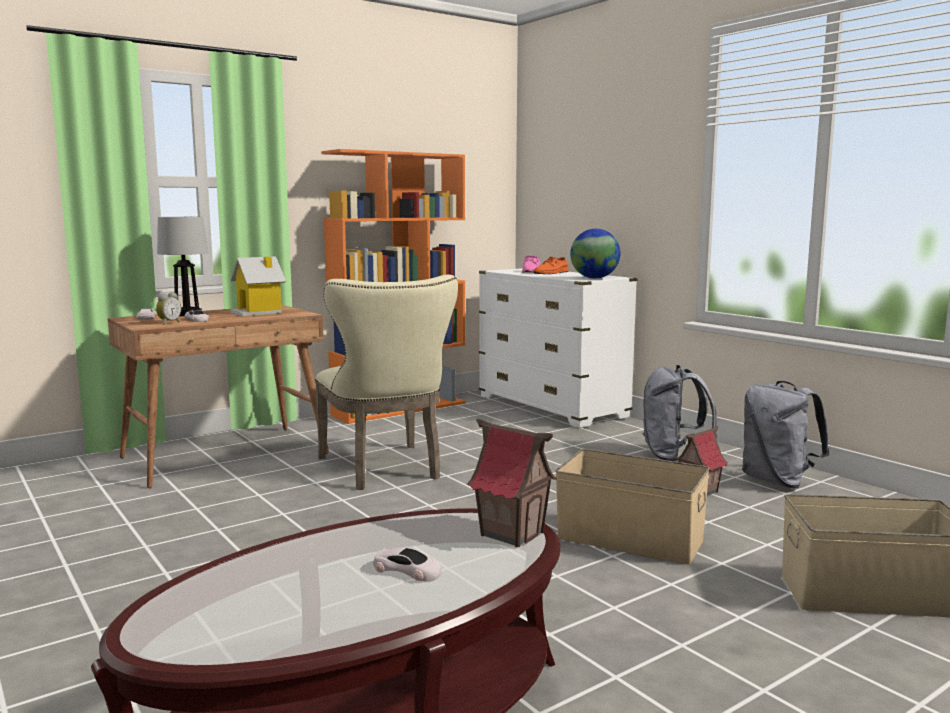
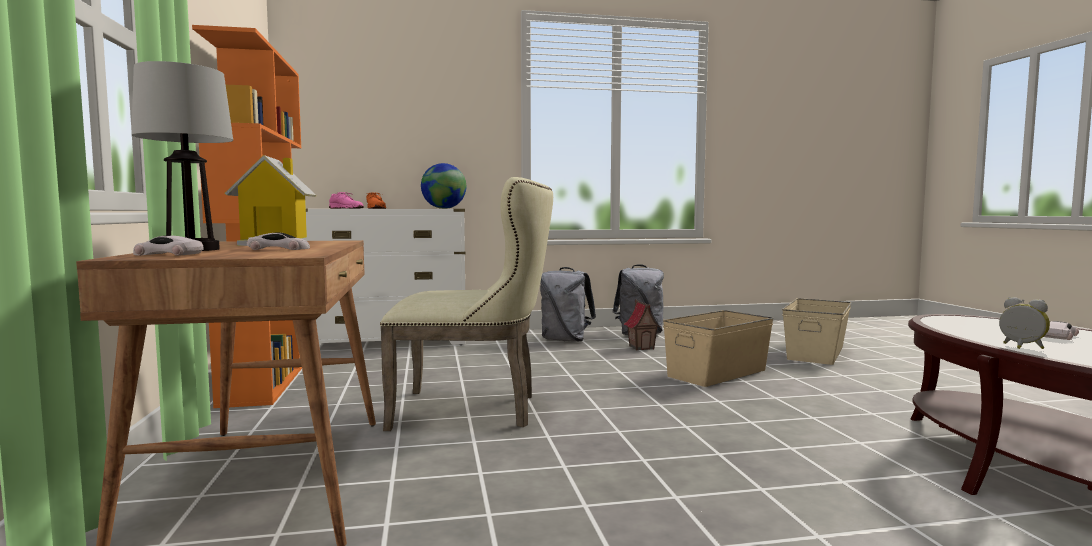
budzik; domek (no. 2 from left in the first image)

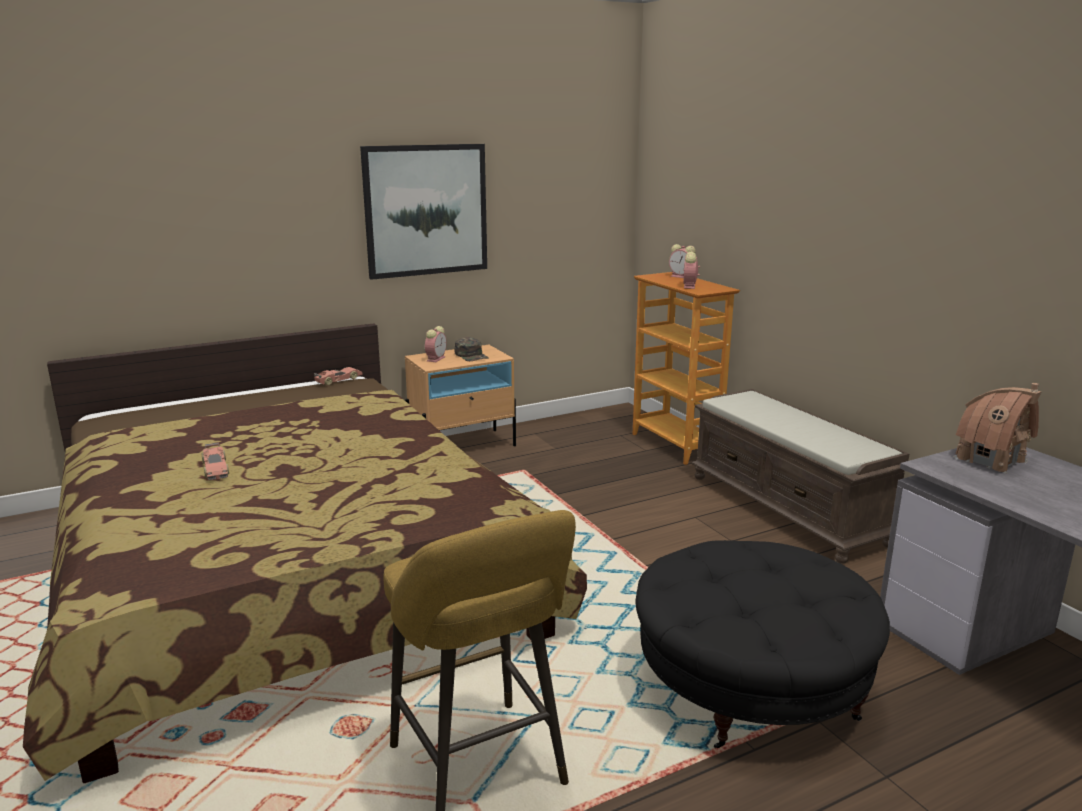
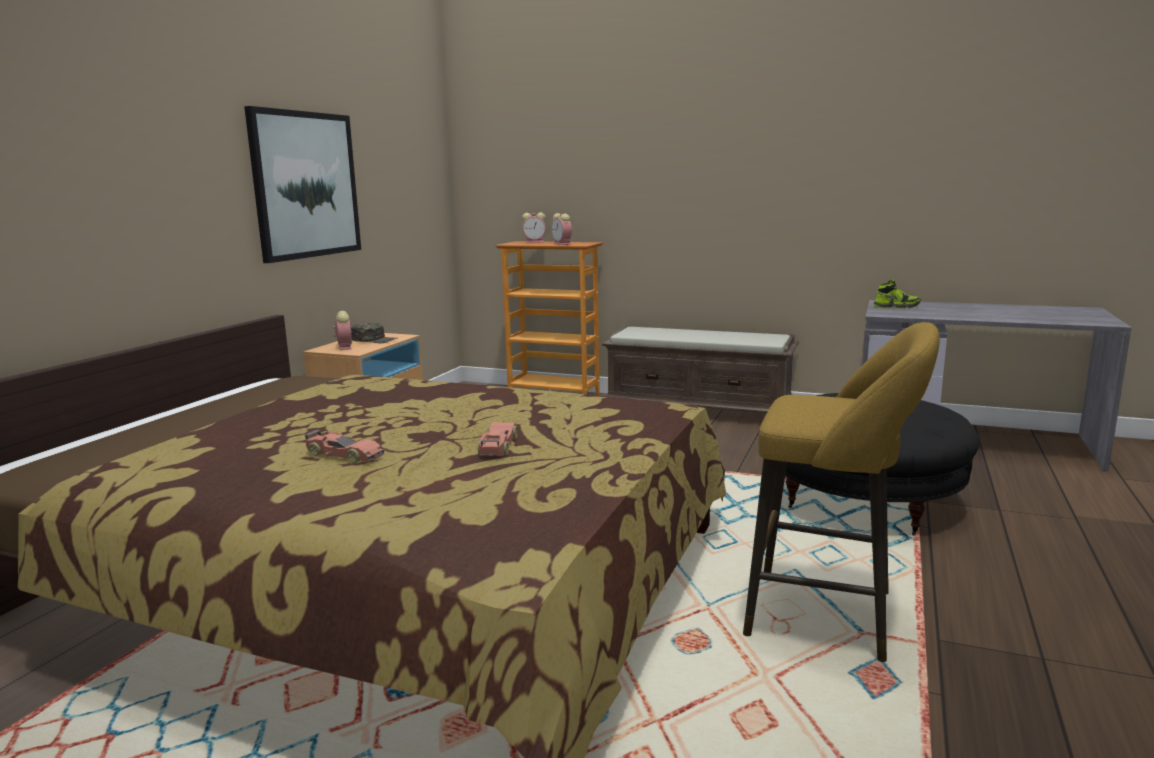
samochodzik (no. 2 from left); but

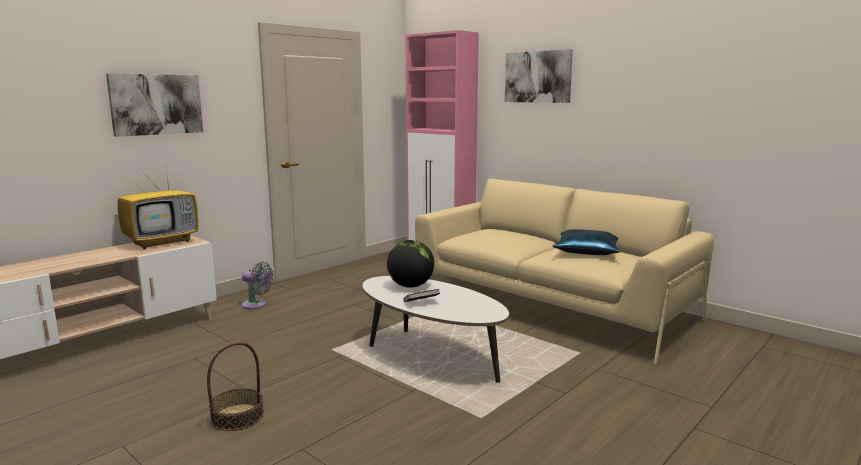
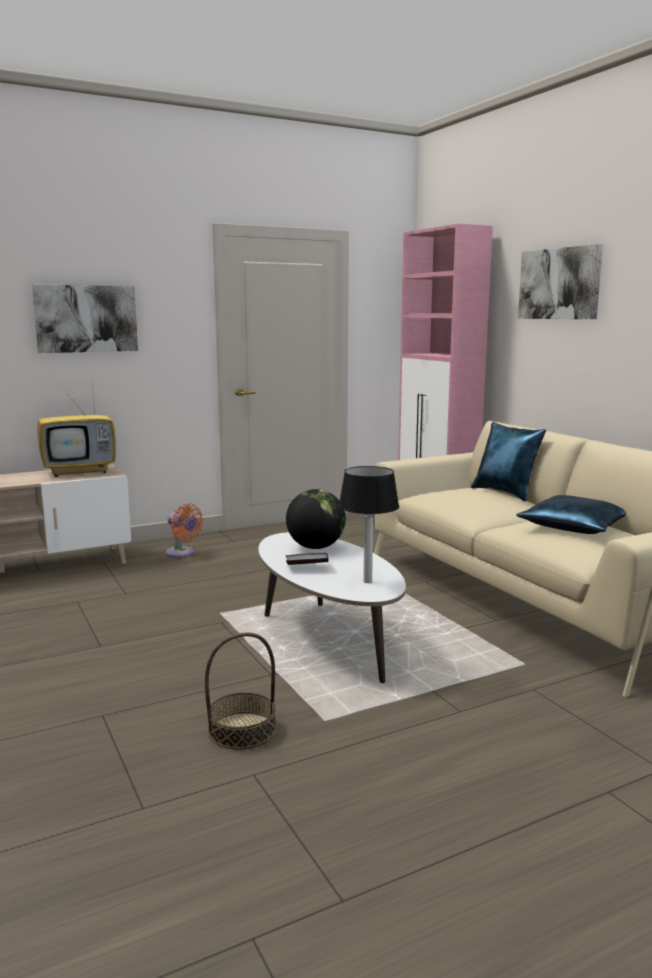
wentylator/pomarańczowy; koszyk; lampa stołowa; poduszka/niebieski (no. 1 from left)

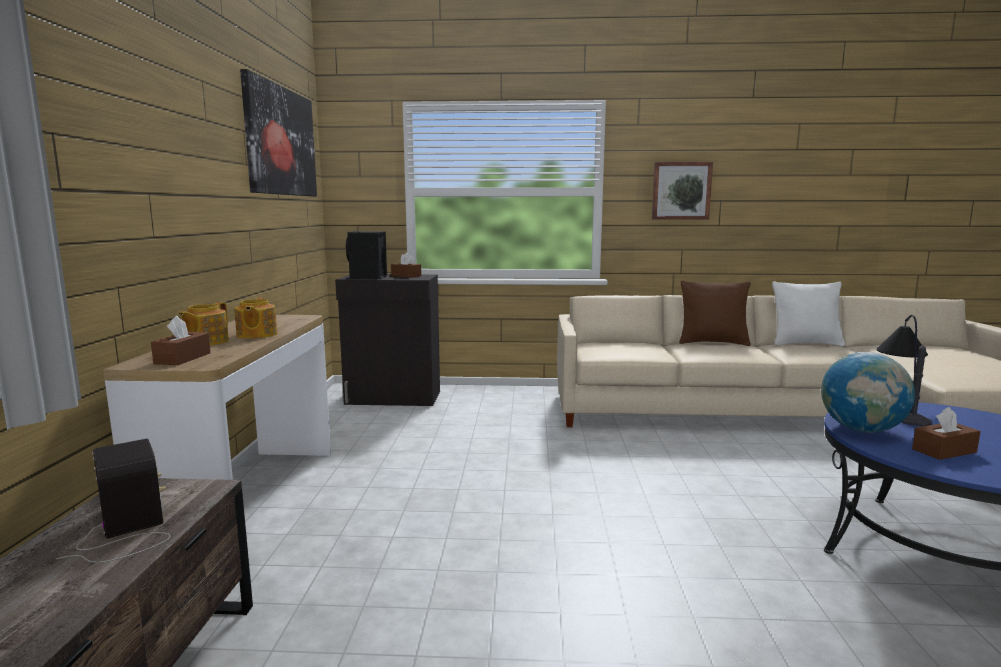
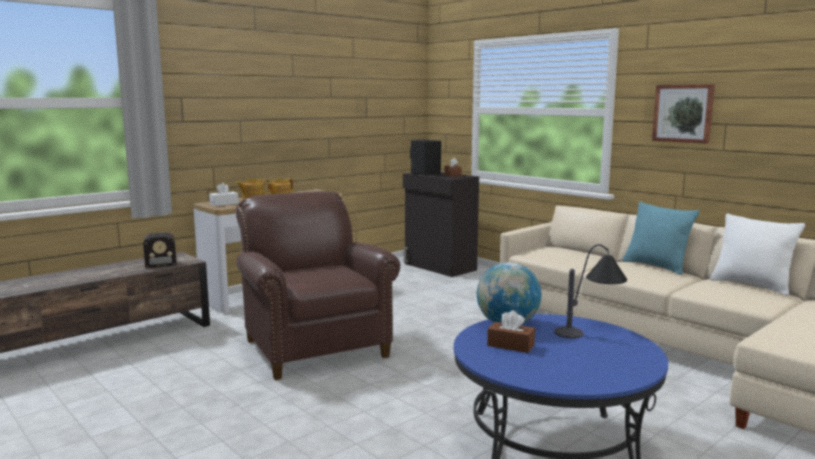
radio; pudełko chusteczek/biały; fotel/brązowy; poduszka/turkusowy; obraz (no. 1 from left in the first image)

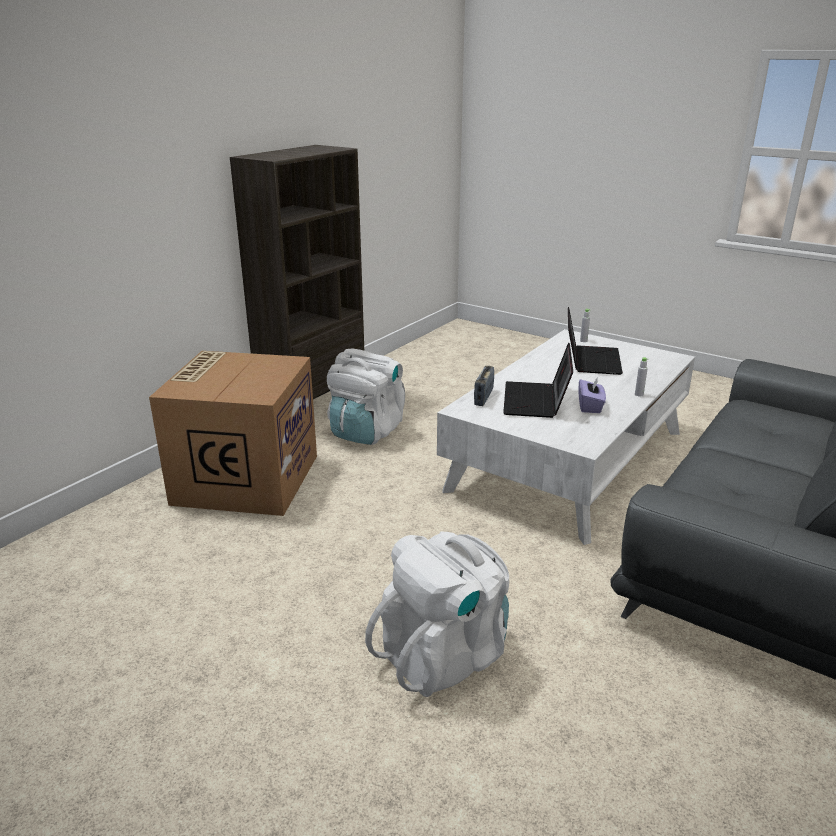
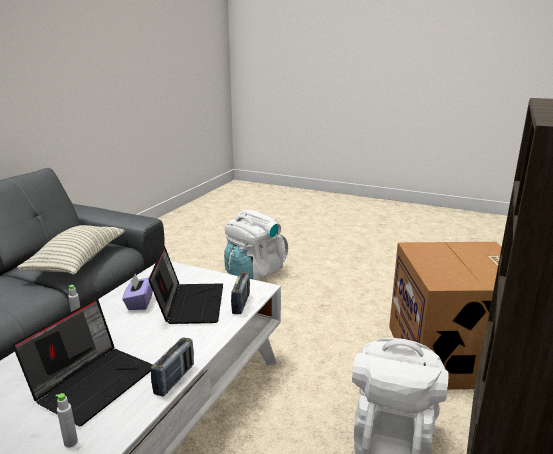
laptop (no. 1 from left); poduszka; radio (no. 1 from left)

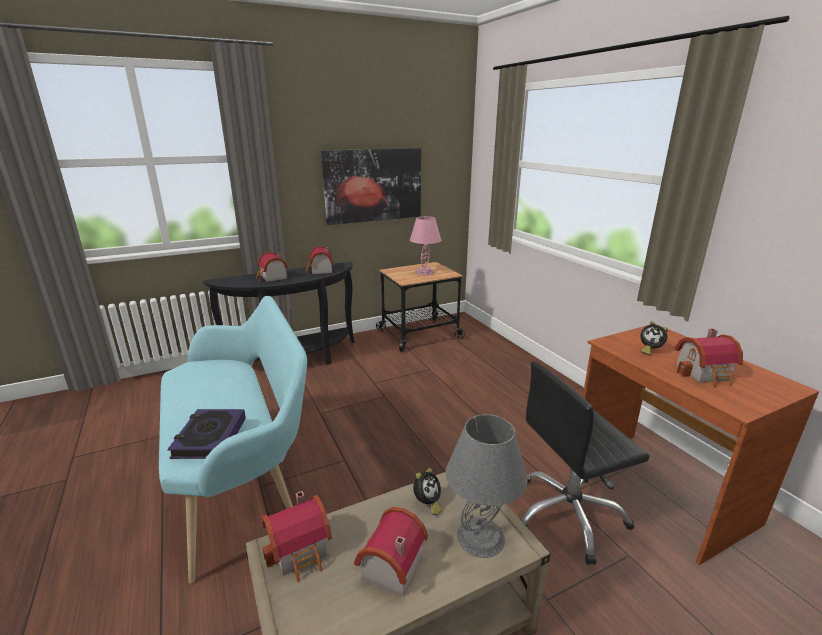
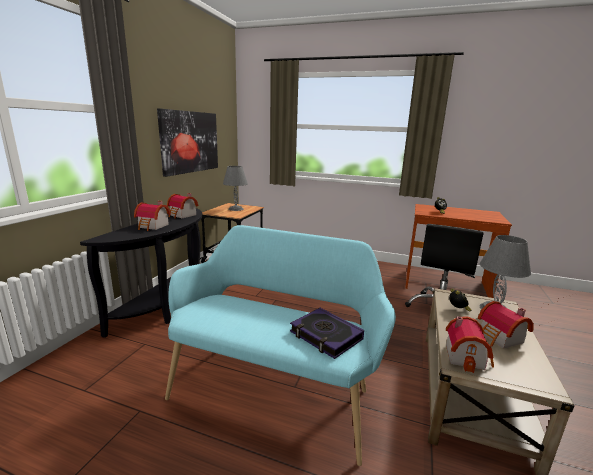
lampa stołowa/szary (no. 1 from left); domek (no. 5 from left in the first image)

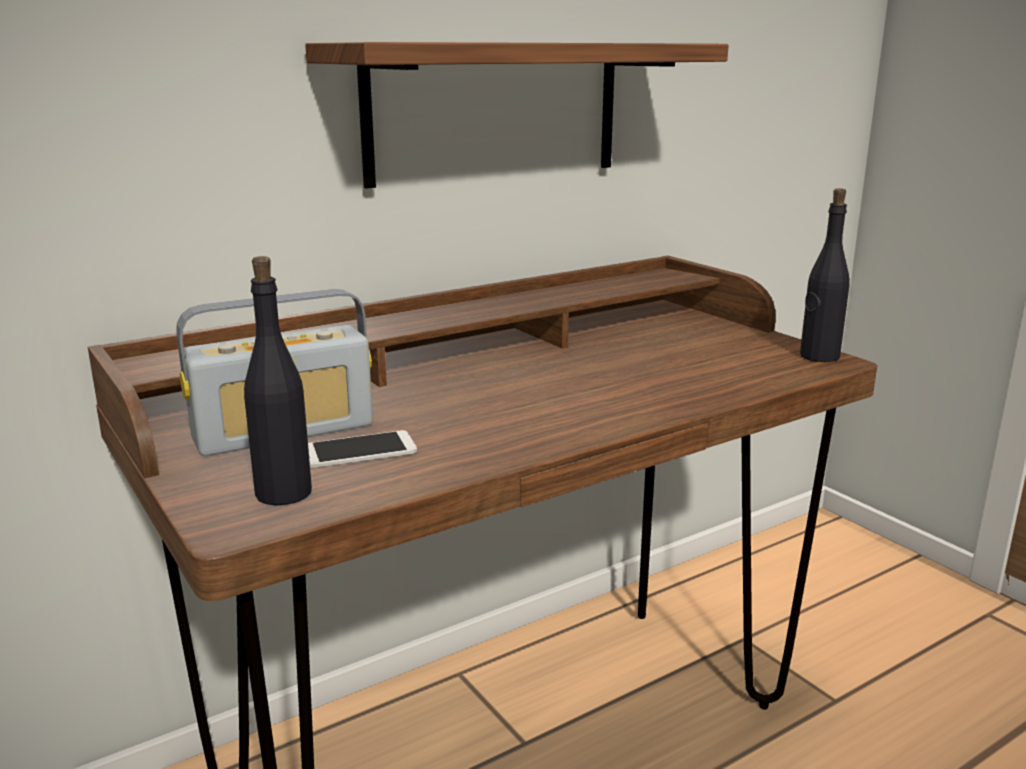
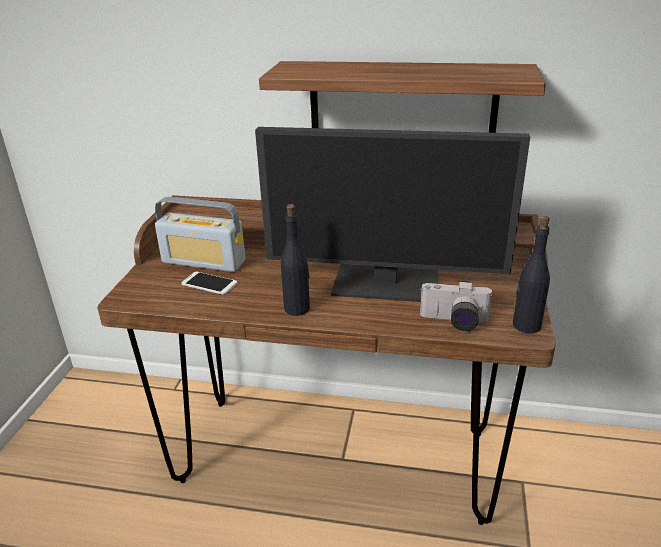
monitor; butelka/czarny (no. 1 from left); aparat fotograficzny

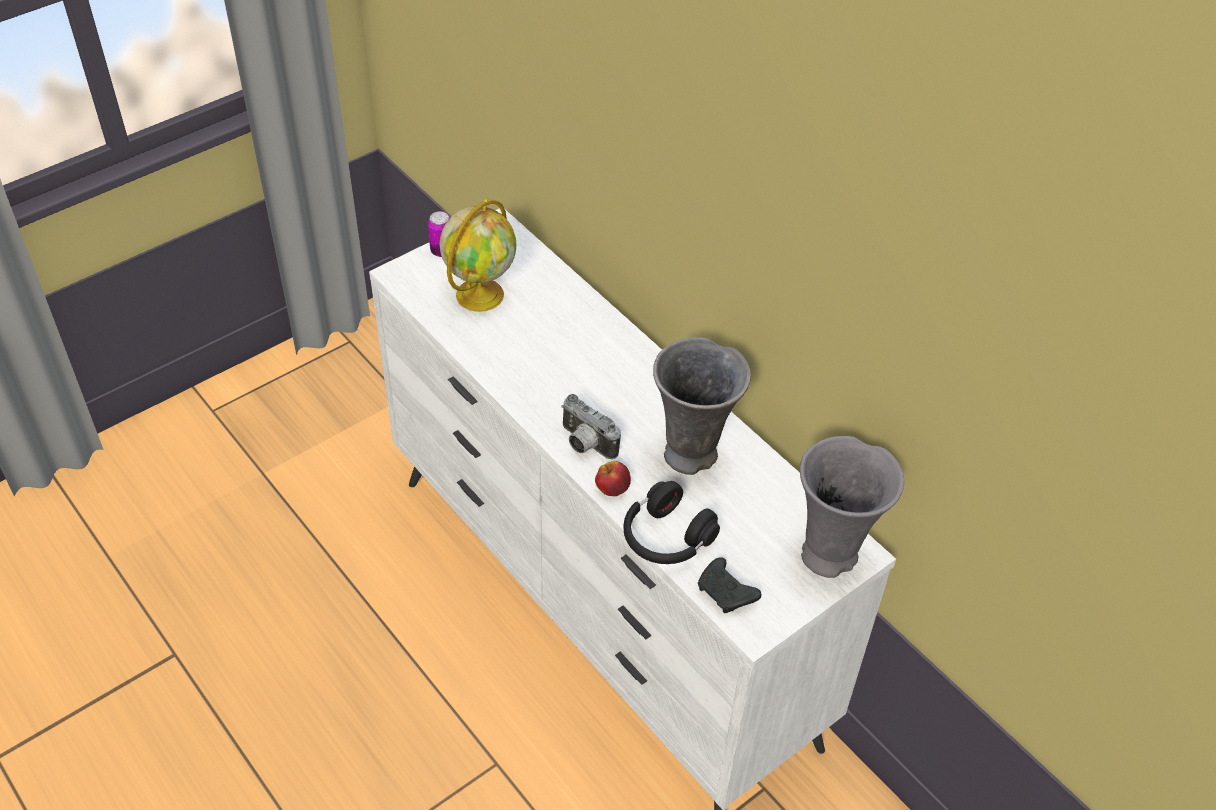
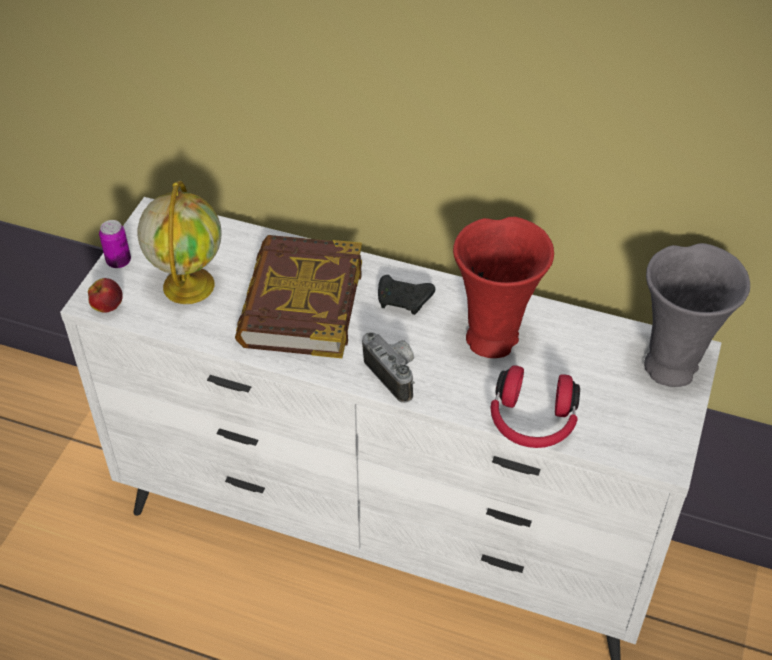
jabłko; książka; aparat fotograficzny; pad do gier/czarny; wazon/czerwony; słuchawki/czerwony

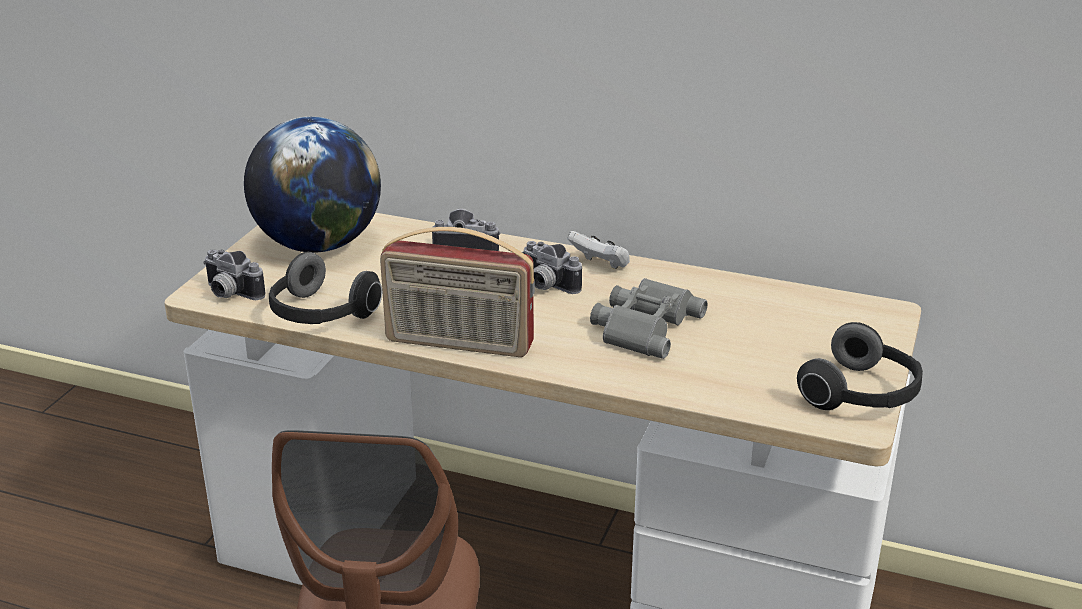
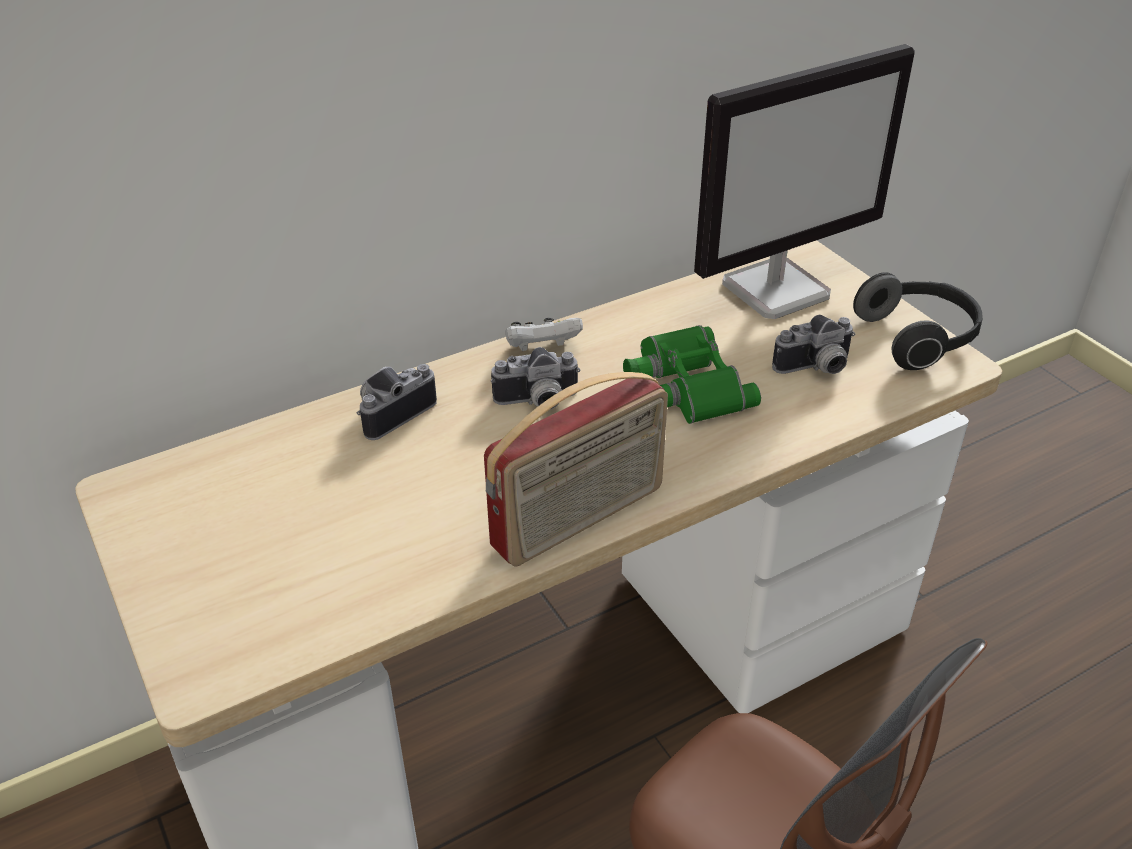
lornetka/zielony; monitor; aparat fotograficzny (no. 3 from left); globus; słuchawki (no. 1 from left in the first image)

